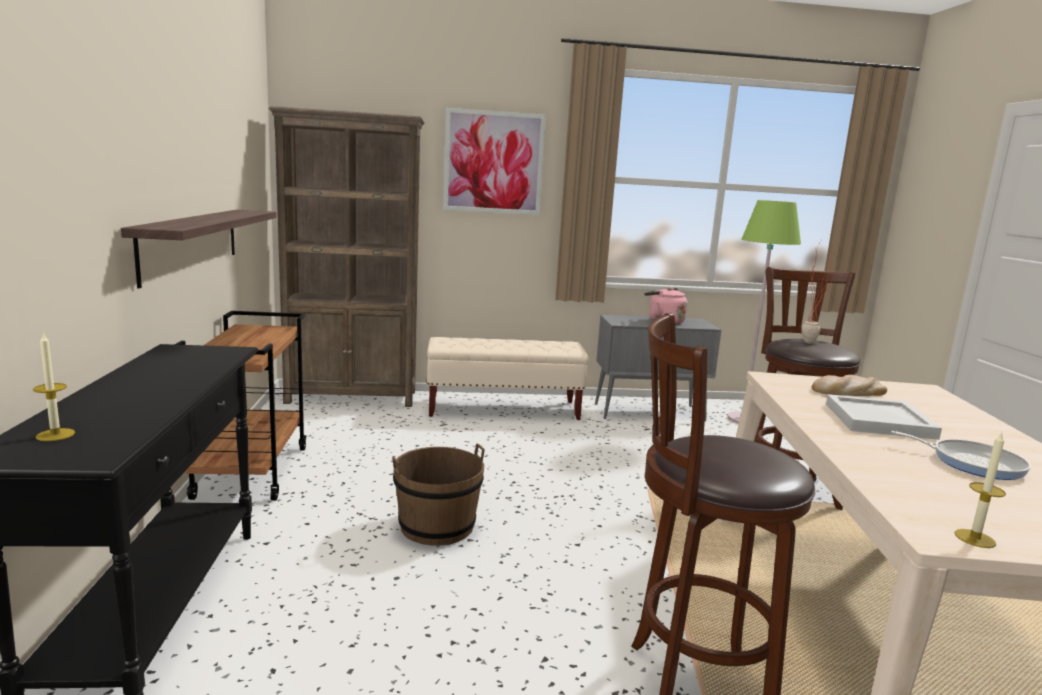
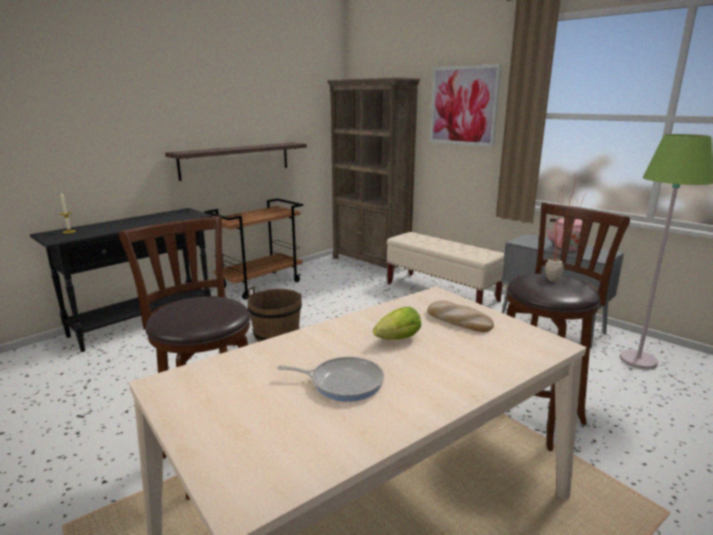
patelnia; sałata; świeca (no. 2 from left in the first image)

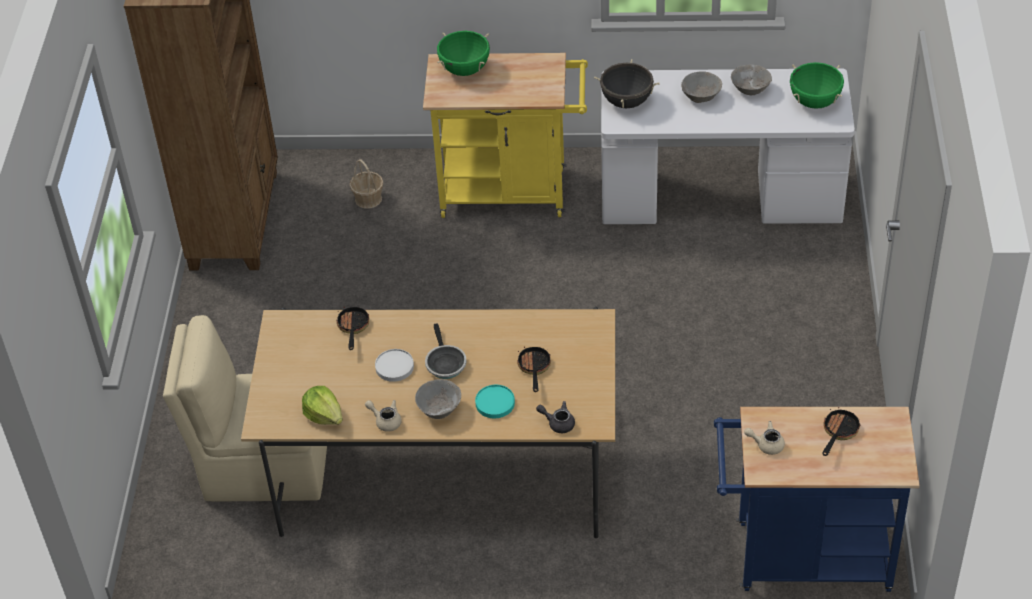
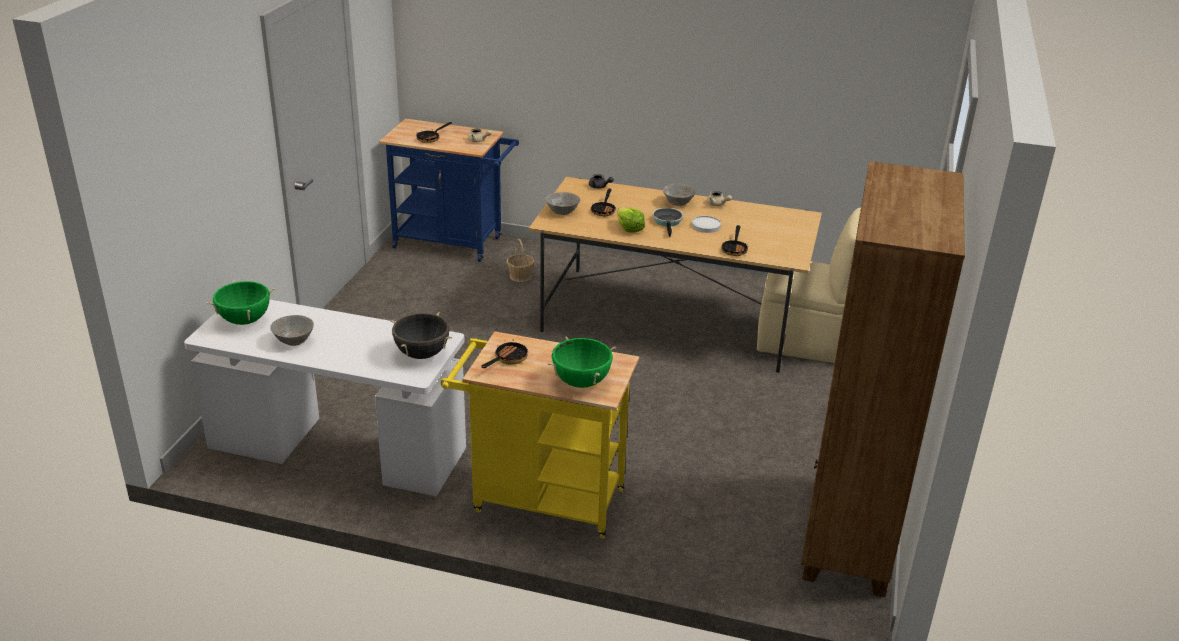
patelnia (no. 2 from left); koszyk; miska/szary (no. 2 from left); sałata; talerz/turkusowy

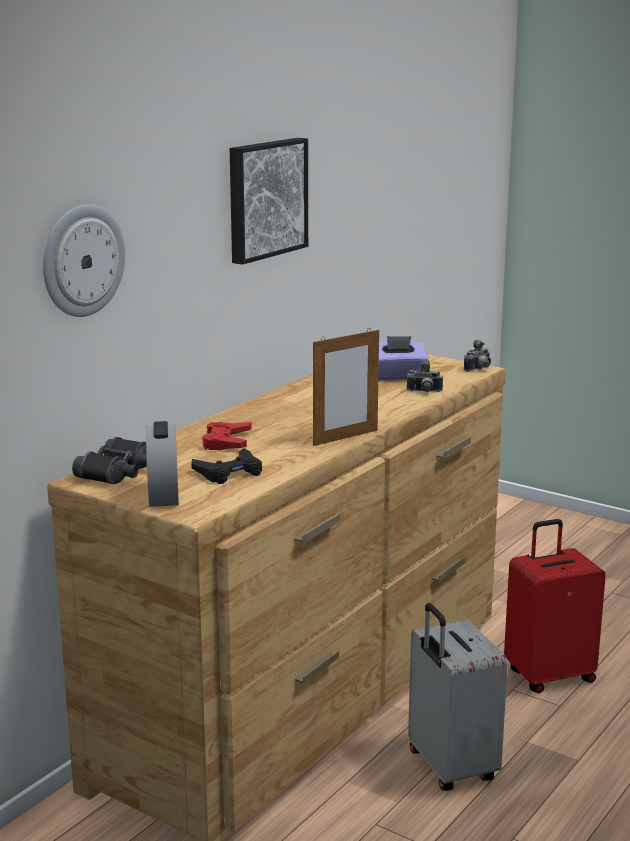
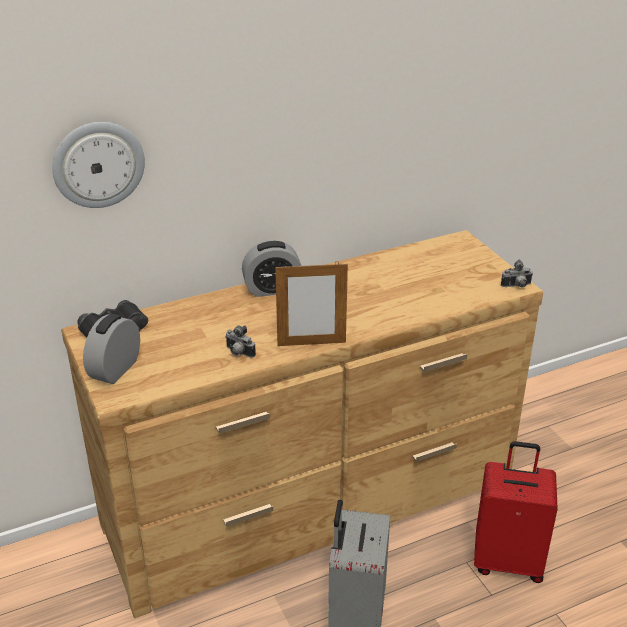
aparat fotograficzny (no. 1 from left); budzik (no. 2 from left); pad do gier/czarny; pad do gier/czerwony; obraz; pudełko chusteczek/fioletowy

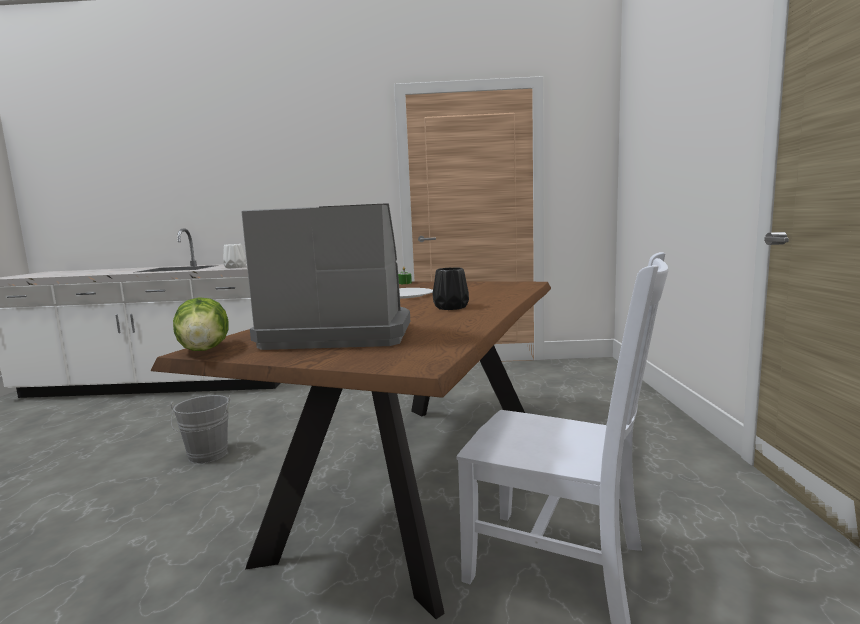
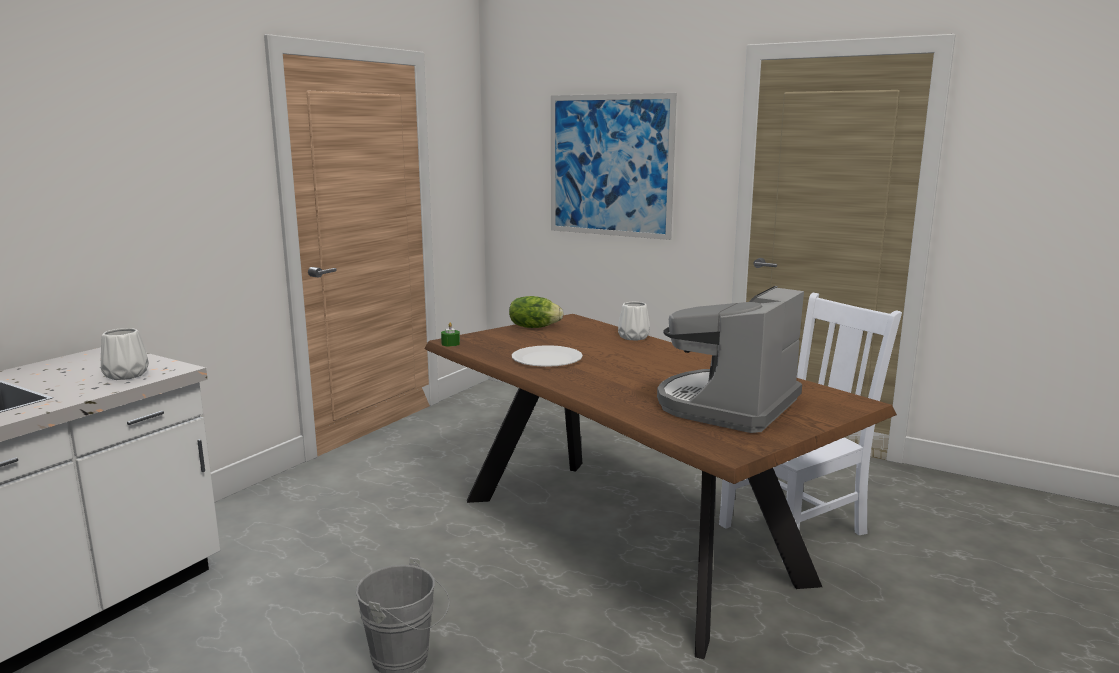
sałata; obraz; wazon/biały (no. 2 from left); wazon/czarny

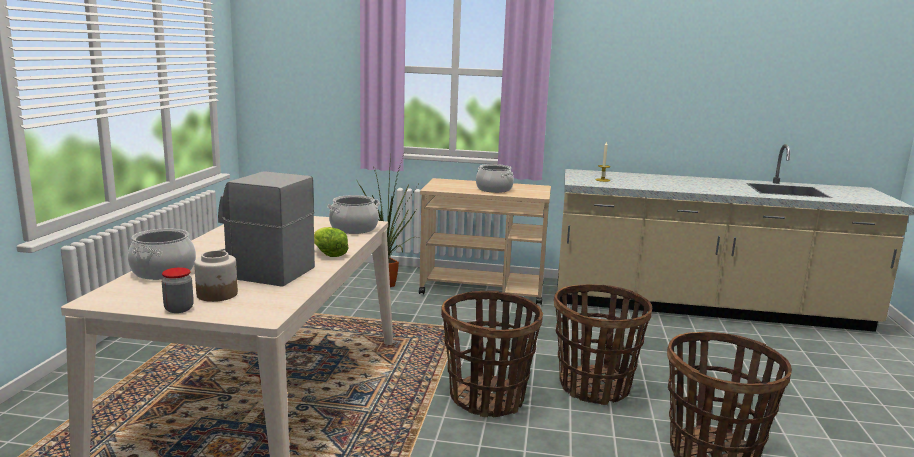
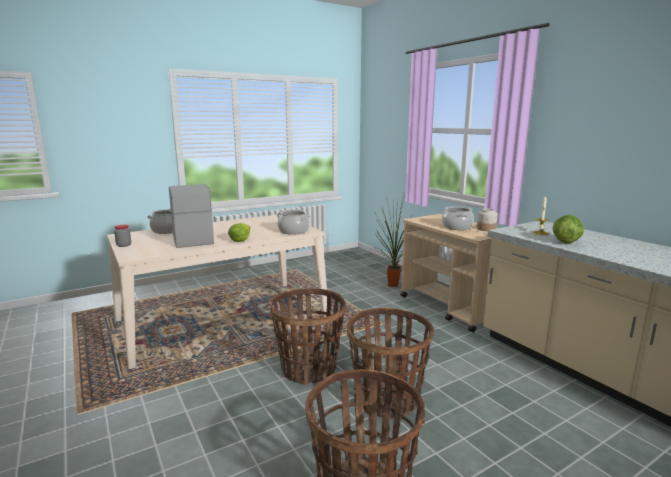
słoik (no. 2 from left); sałata (no. 2 from left)

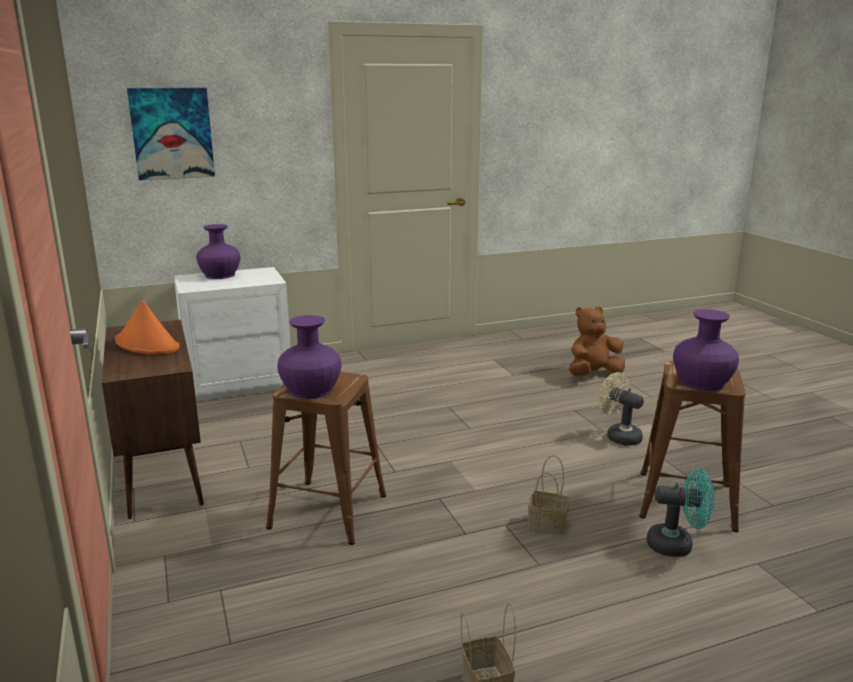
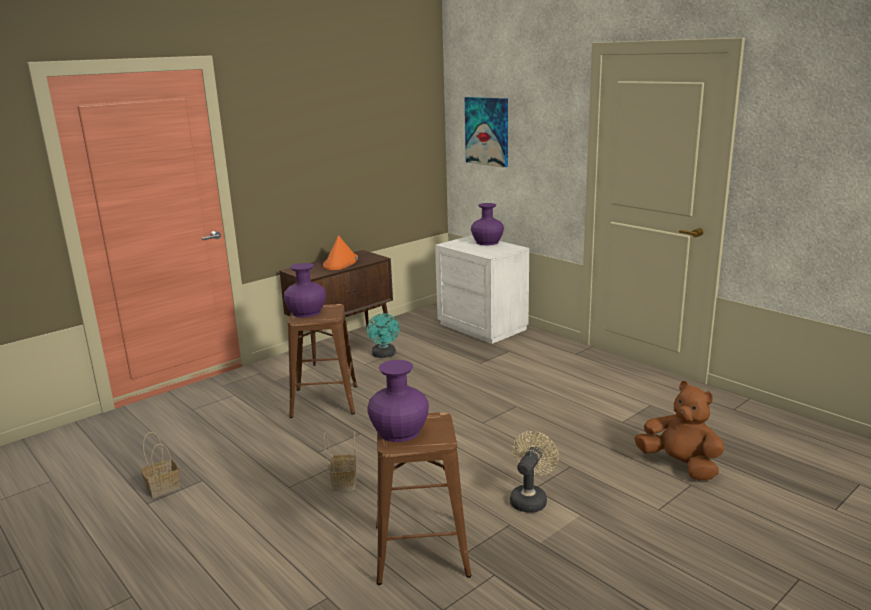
wentylator/turkusowy

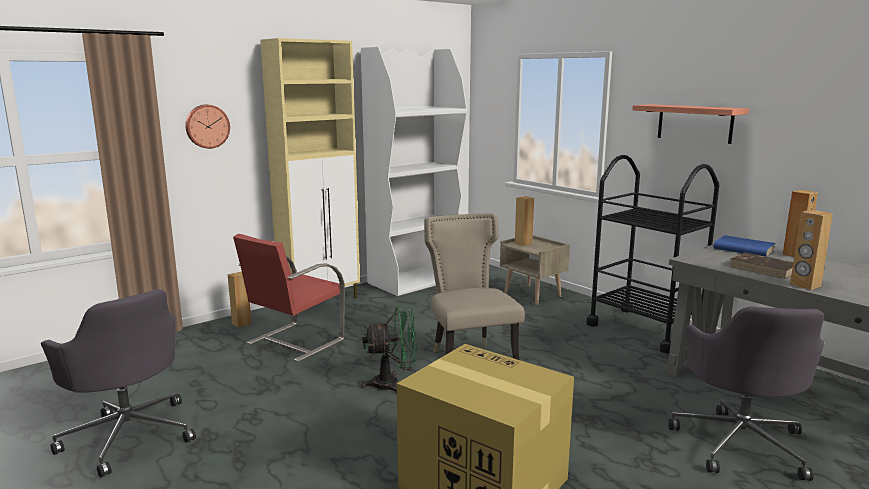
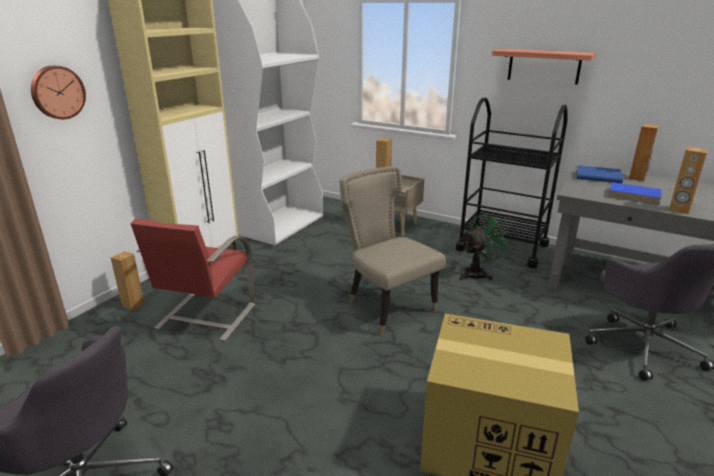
wentylator/zielony; książka/niebieski (no. 2 from left)

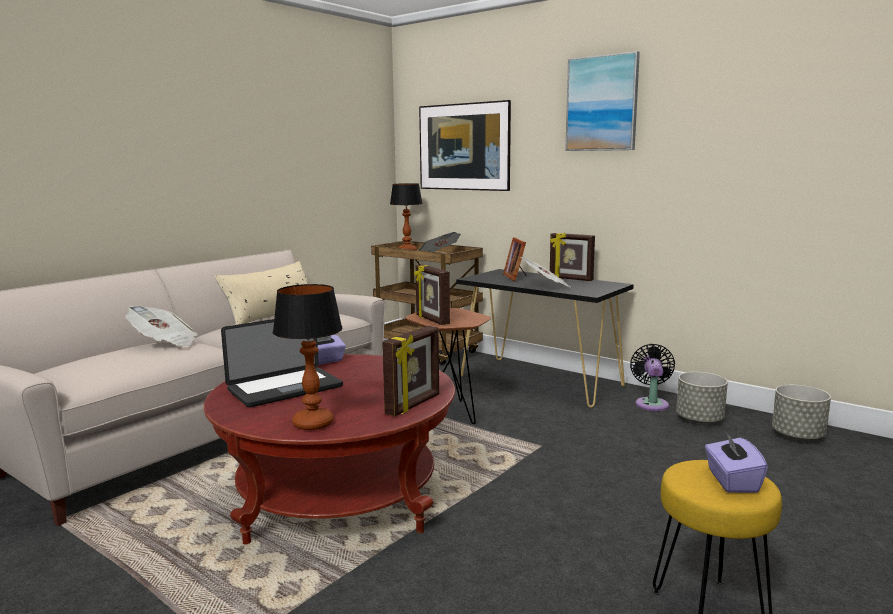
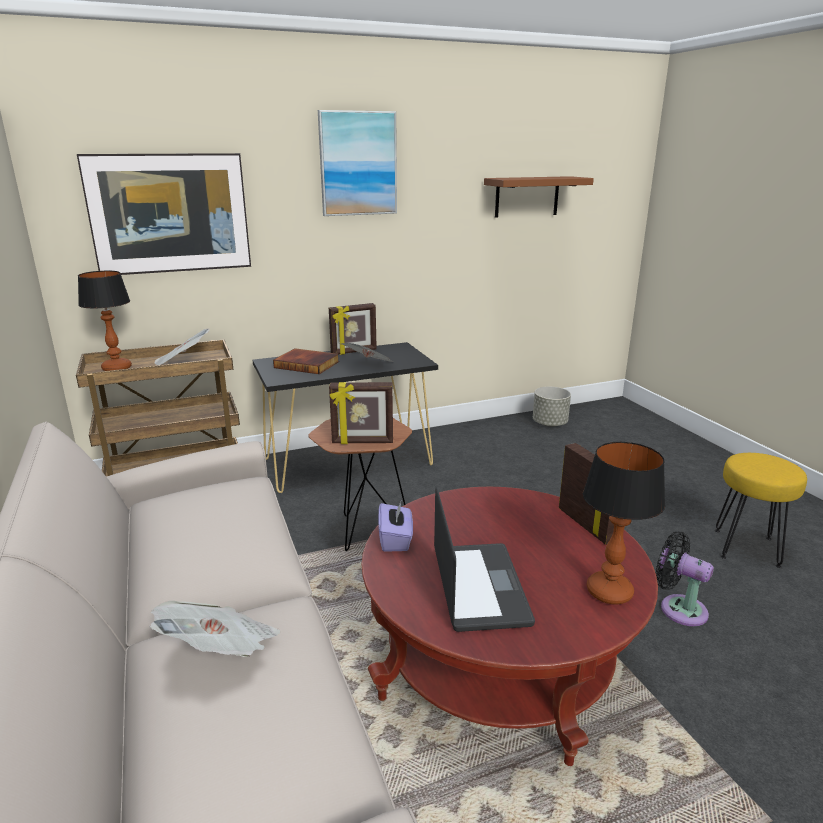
książka; półka/brązowy; wentylator/czarny; poduszka/beżowy; donica/szary (no. 1 from left in the first image); pudełko chusteczek/fioletowy (no. 2 from left in the first image)

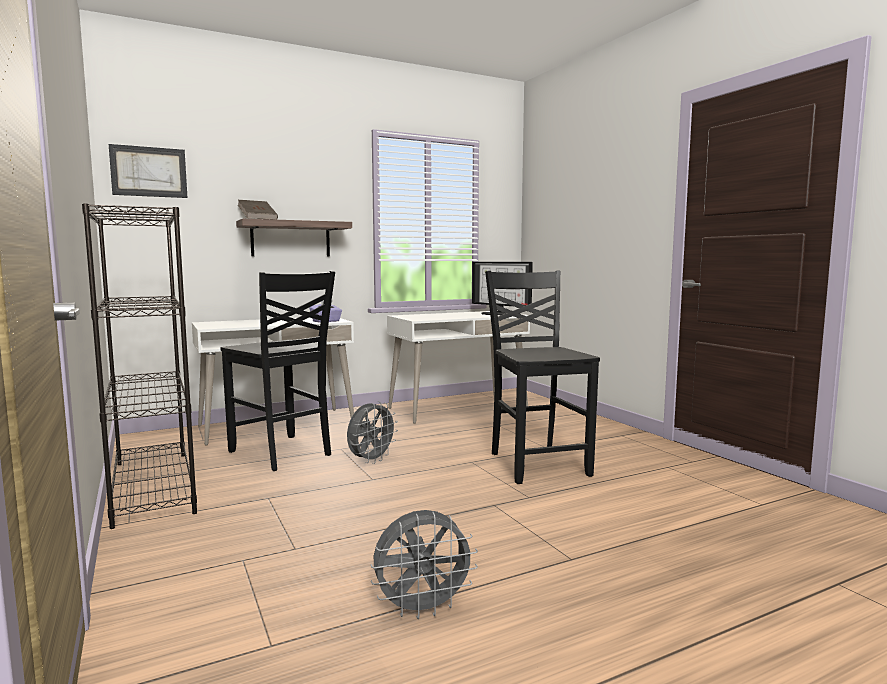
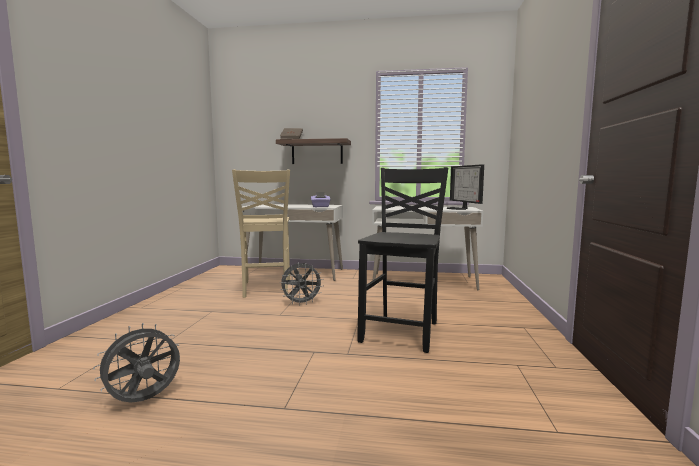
wentylator/szary (no. 1 from left); krzesło/beżowy; regał/czarny; obraz

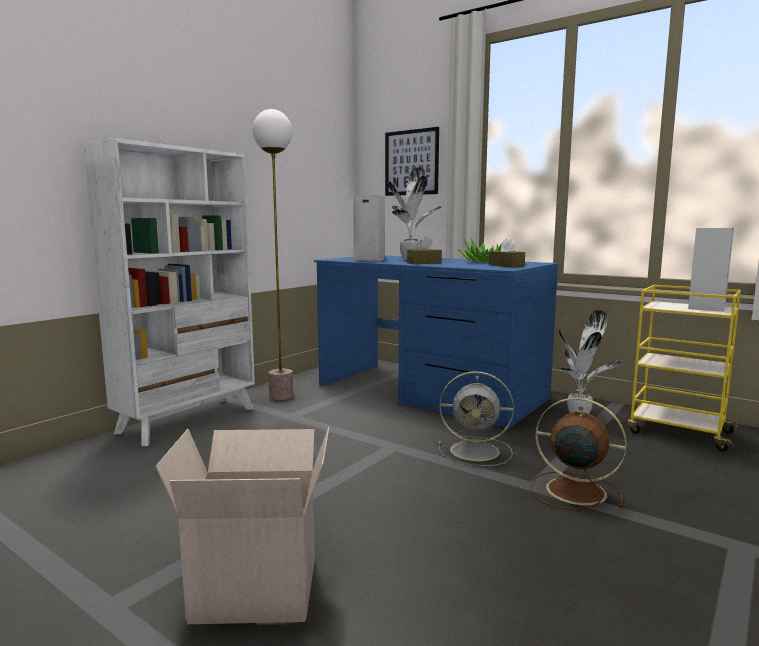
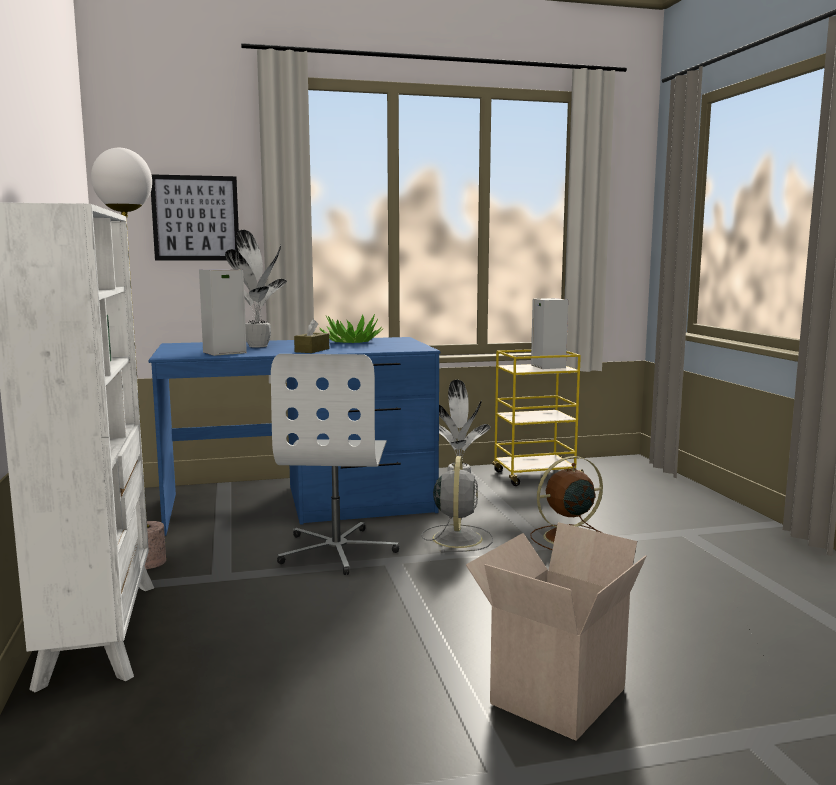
krzesło biurowe/biały; wentylator/szary; pudełko chusteczek/brązowy (no. 2 from left in the first image)

